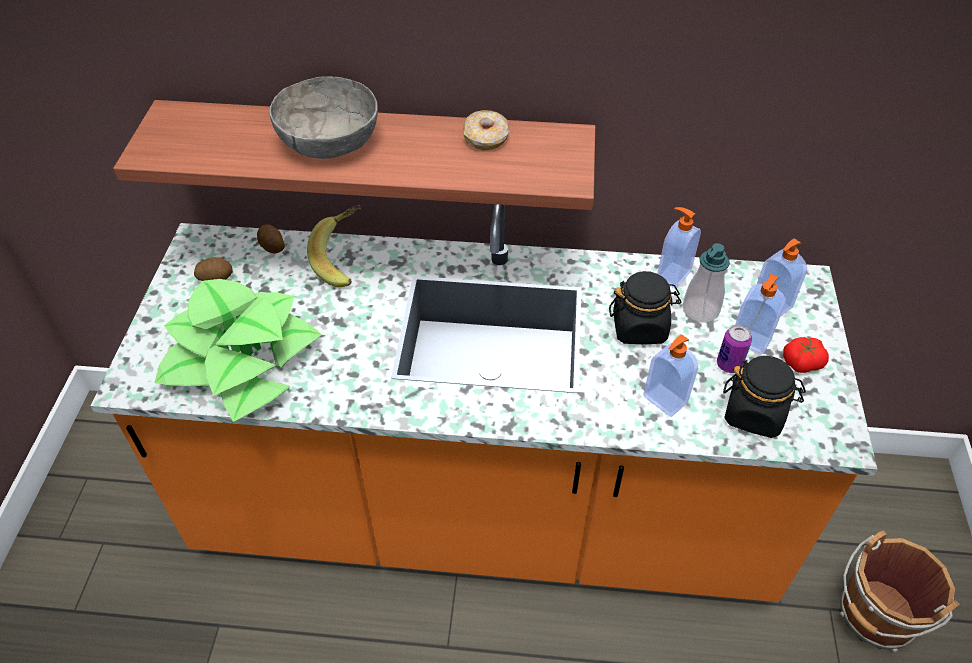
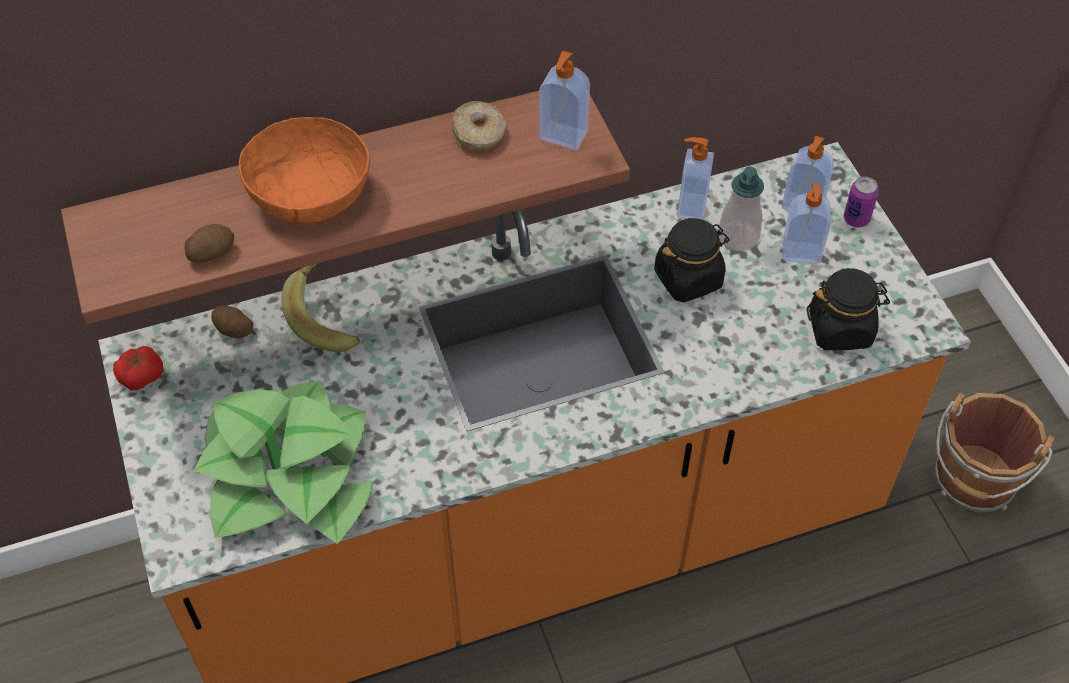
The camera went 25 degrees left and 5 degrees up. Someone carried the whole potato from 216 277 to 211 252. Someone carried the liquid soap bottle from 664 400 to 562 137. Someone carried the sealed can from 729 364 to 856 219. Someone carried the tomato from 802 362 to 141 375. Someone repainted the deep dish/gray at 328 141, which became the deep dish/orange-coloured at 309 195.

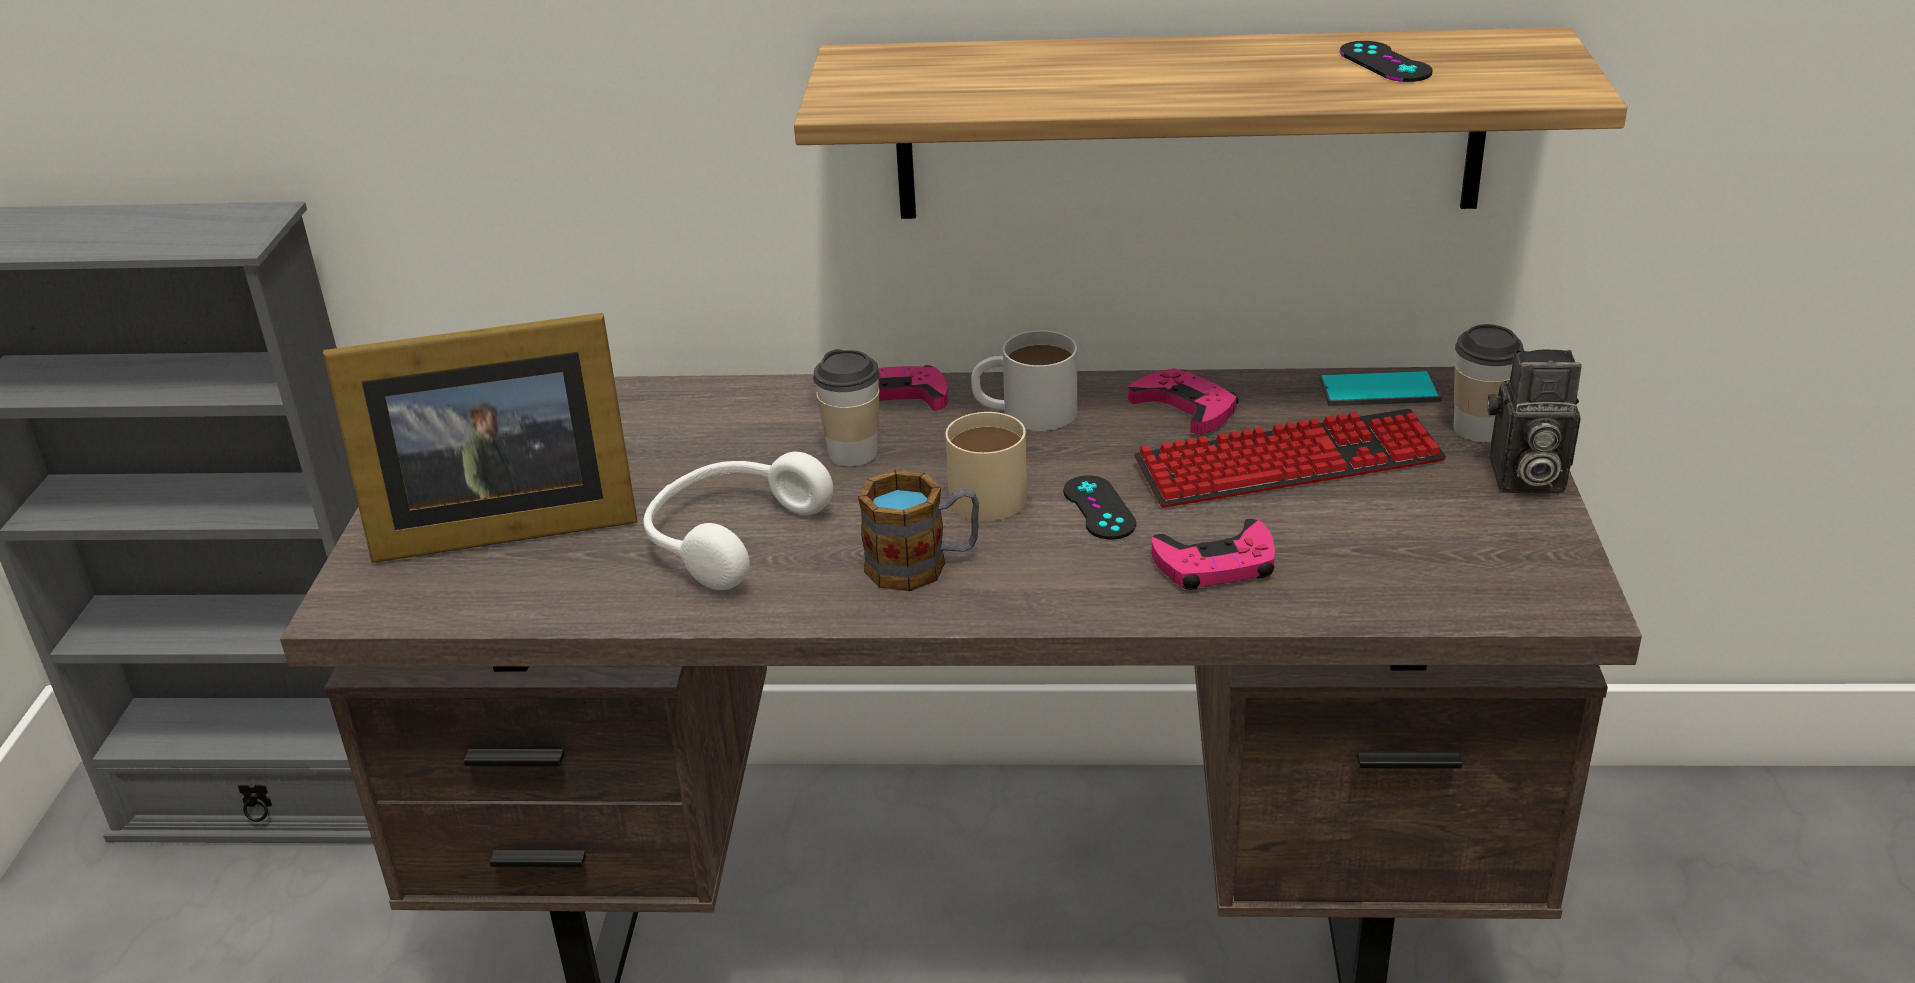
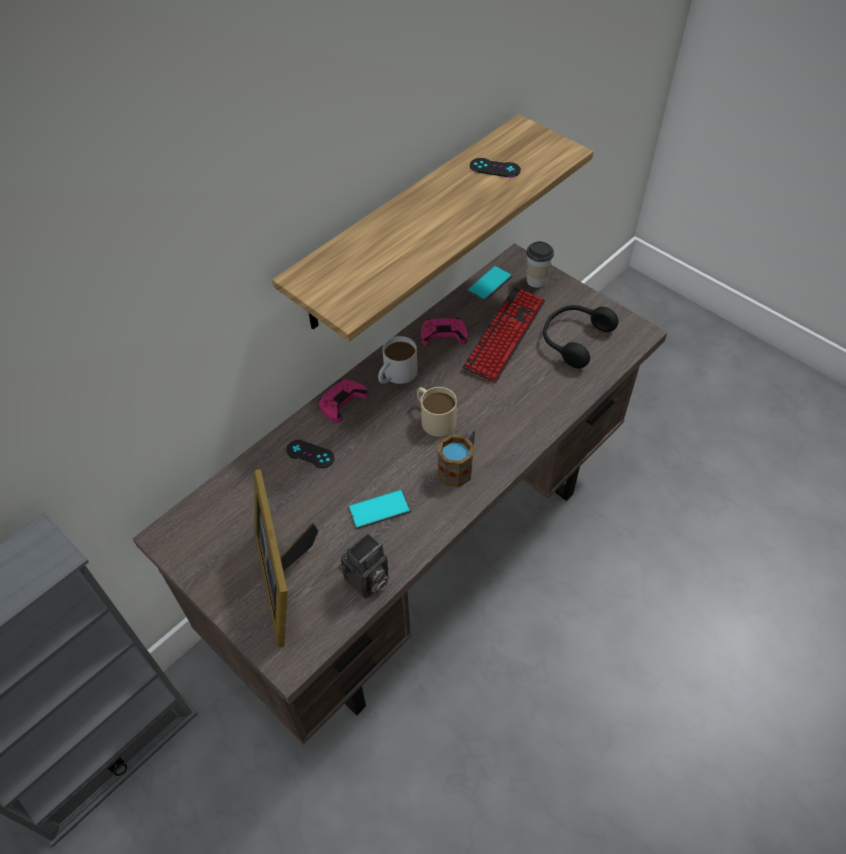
The camera went 50 degrees left and 20 degrees up. Someone took away the drinking cup at 853 453. Someone took away the gamepad/pink-coloured at 1216 565. Someone put down the pair of headphones/black at 573 339. Someone carried the gamepad/black from 1099 508 to 310 454. Someone carried the photo camera from 1523 479 to 367 582. Someone swapped the pair of headphones/white-coloured at 729 536 for the telephone at 379 509. Someone rotated the picture frame at 497 524 by 135 degrees clockwise.

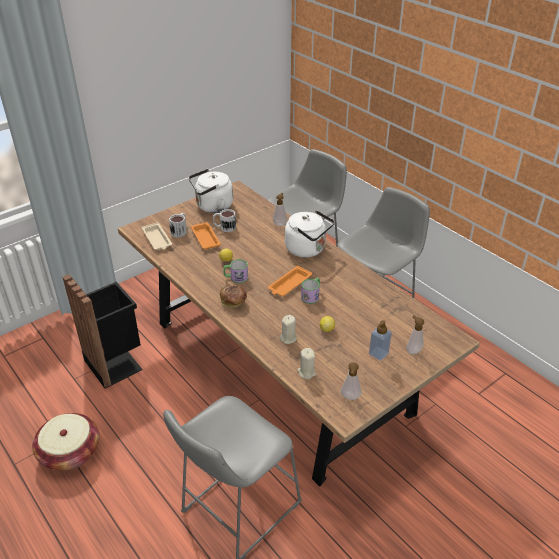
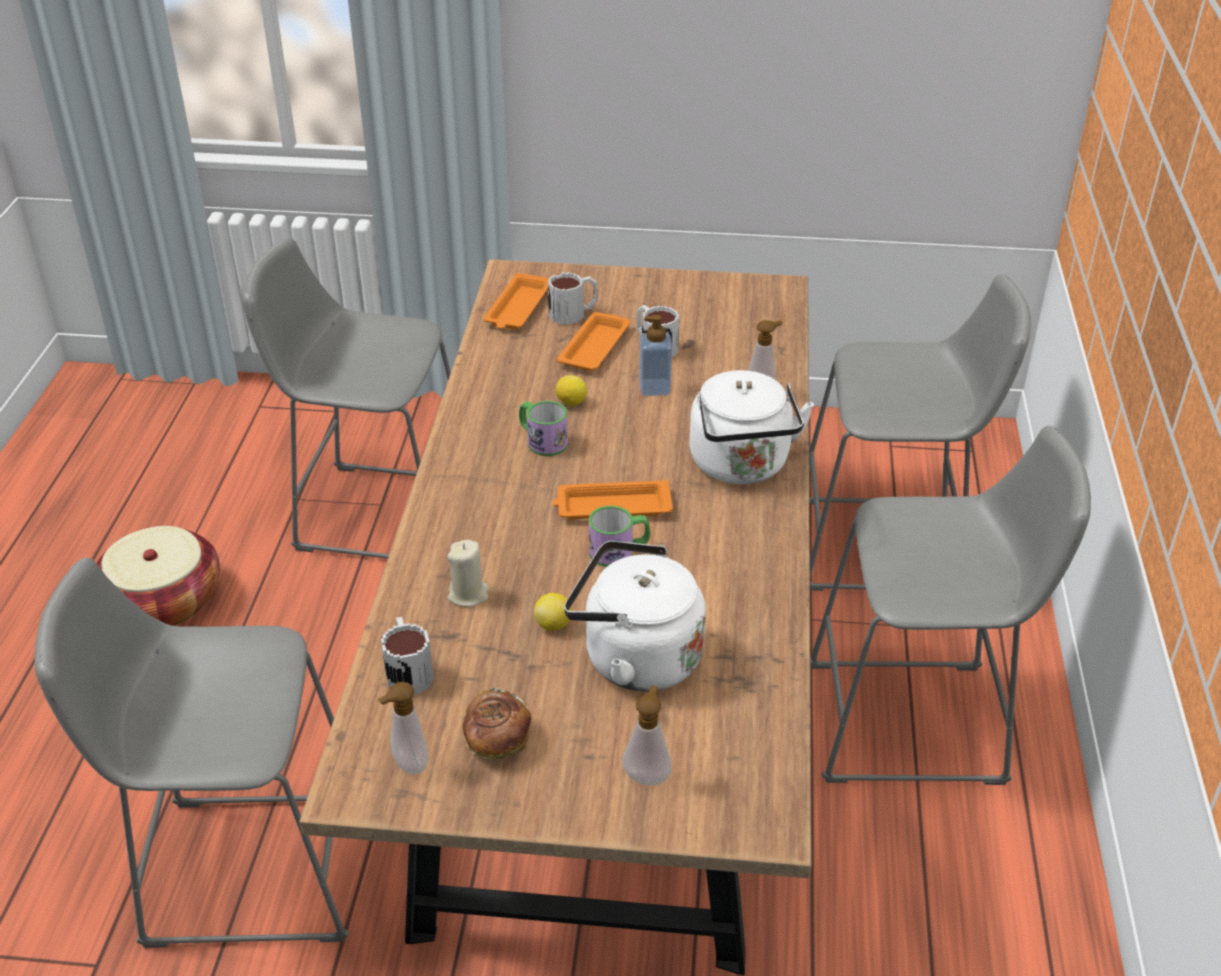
The camera went 45 degrees right and 0 degrees up. Someone carried the kettle/white-coloured from 212 207 to 635 658. Someone carried the bakery bread from 233 302 to 497 740. Someone carried the liquid soap bottle from 378 354 to 655 388. Someone swapped the trash can/black at 115 363 for the stool seat/gray at 377 513. Someone swapped the wax light/beige at 306 372 for the mug at 408 670. Someone repainted the carrying tray/beige at 157 239, which became the carrying tray/orange-coloured at 518 308.

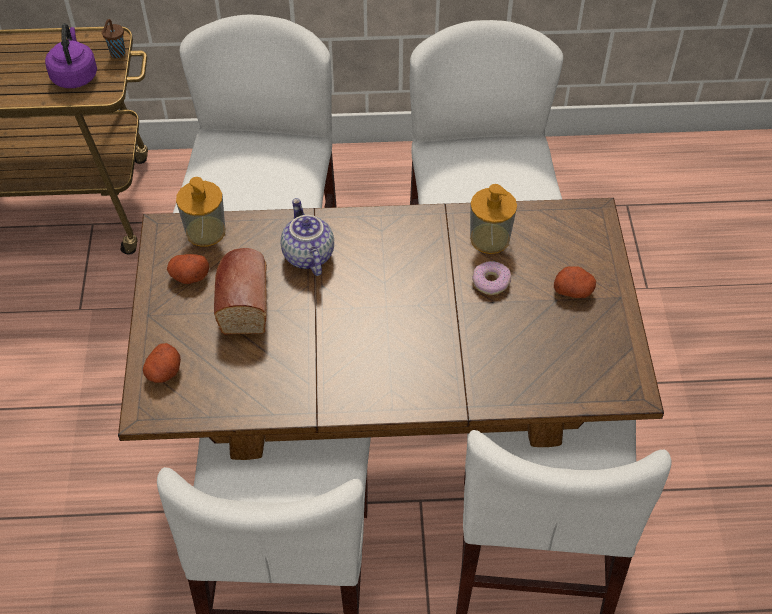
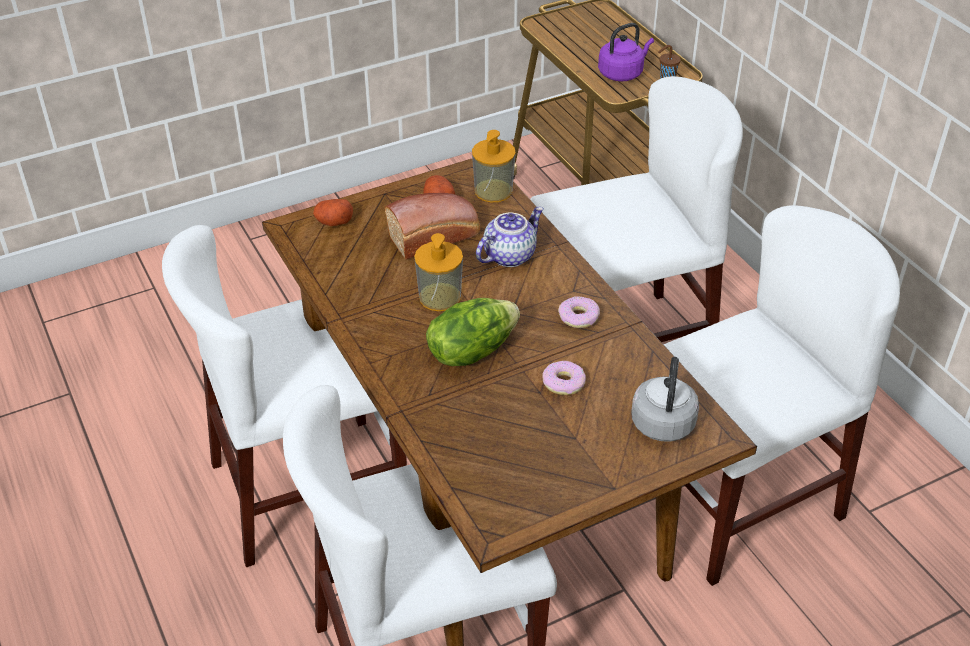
The camera went 65 degrees right and 10 degrees down. Someone took away the whole potato at 573 290. Someone put down the lettuce head at 471 350. Someone put down the donut at 579 317. Someone put down the kettle/gray at 663 421. Someone carried the liquid soap bottle from 490 238 to 440 297.

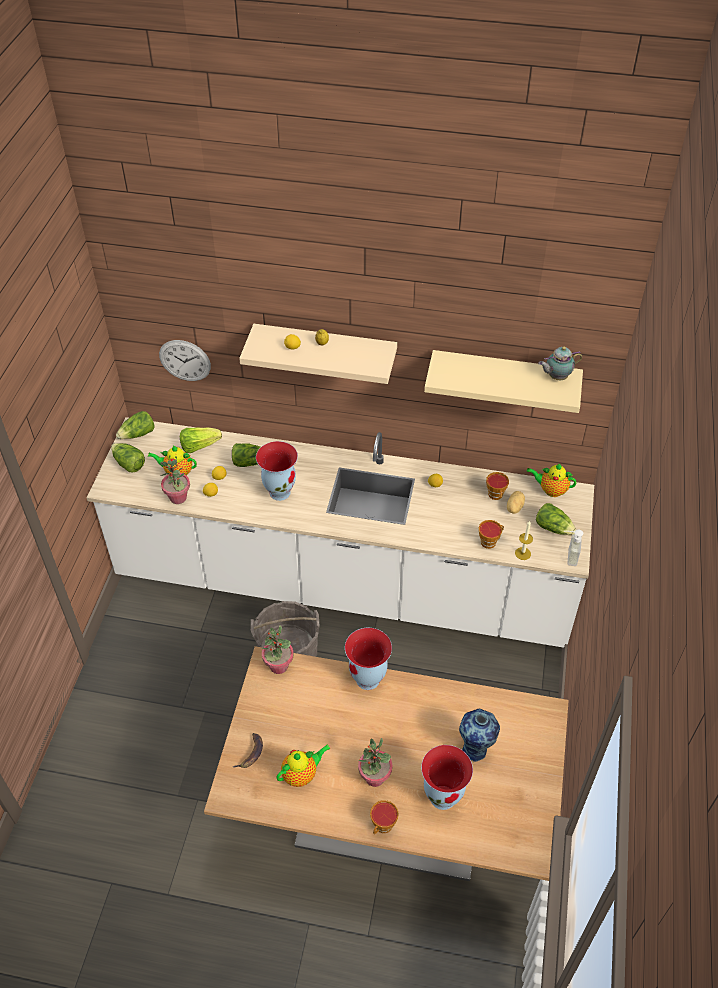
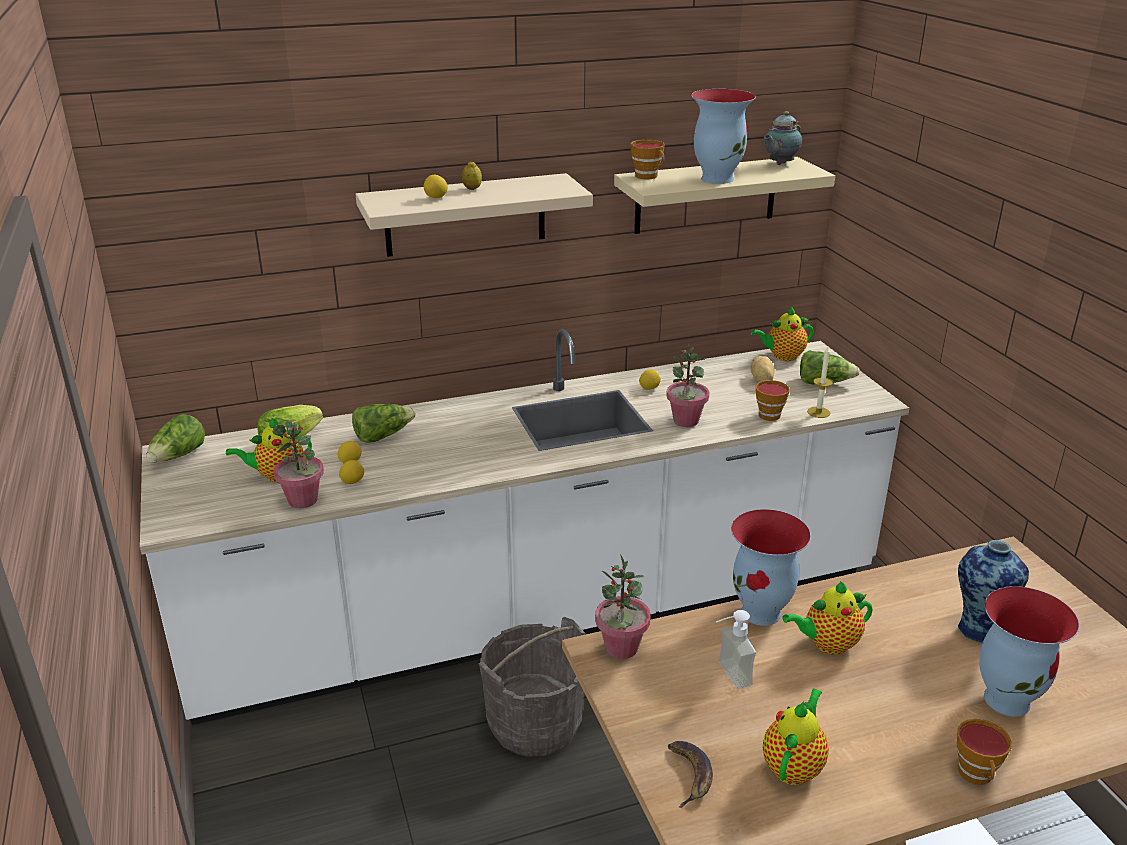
The camera went 30 degrees left and 20 degrees down. Someone took away the lettuce head at 128 464. Someone took away the wall clock at 185 360. Someone put down the tea pot at 827 644. Someone carried the vase from 280 492 to 716 178. Someone carried the potted plant from 374 777 to 685 421. Someone carried the drinking cup from 496 496 to 648 176. Someone carried the liquid soap bottle from 567 556 to 726 676.

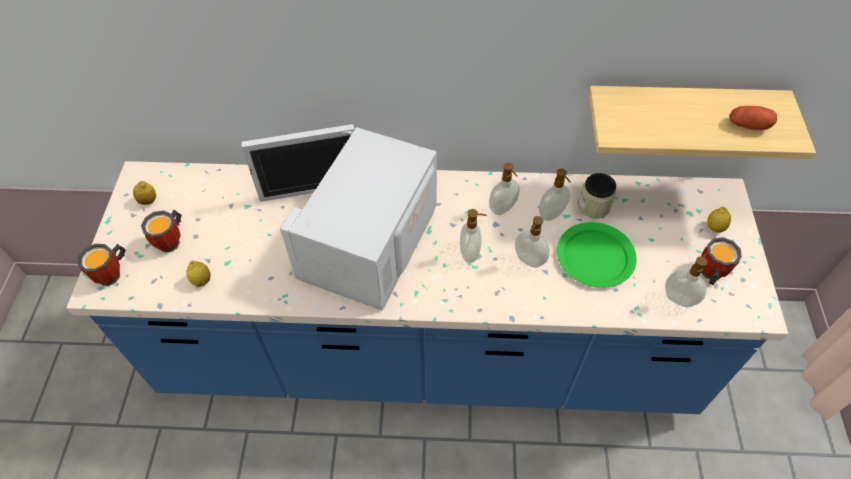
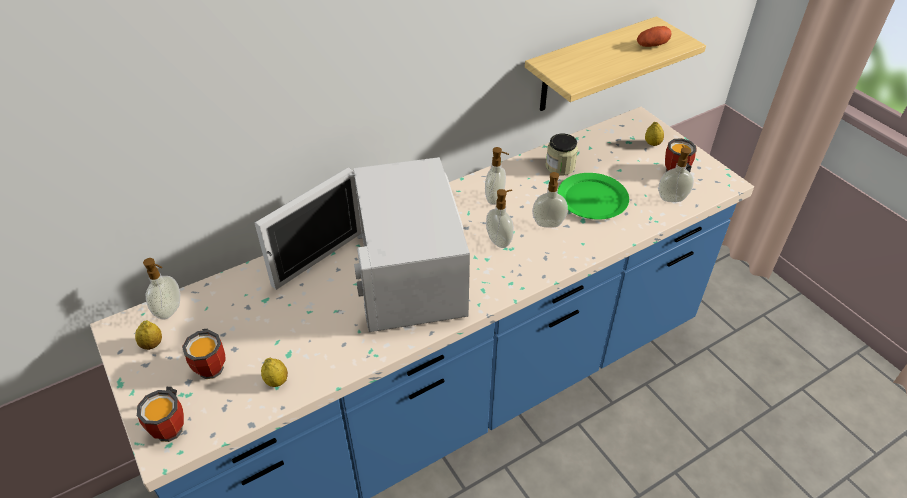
The camera went 35 degrees left and 10 degrees down. Someone carried the liquid soap bottle from 552 214 to 170 311.

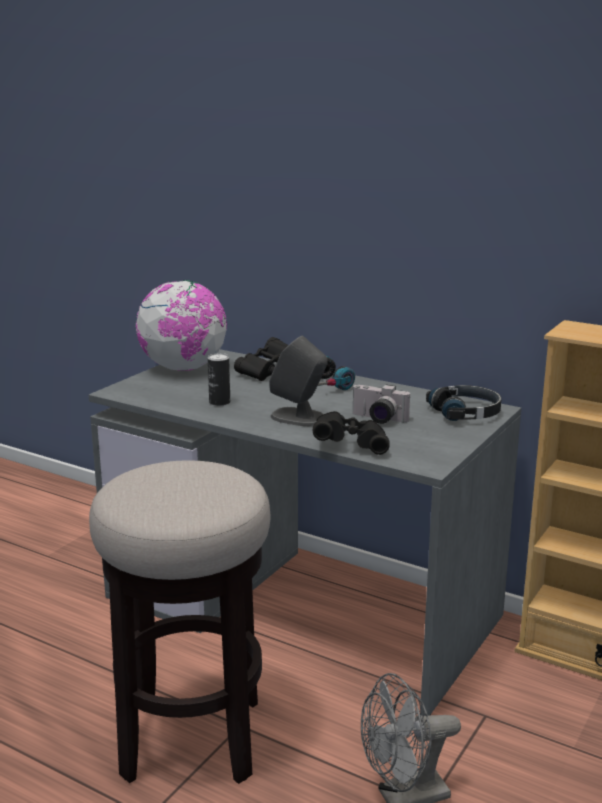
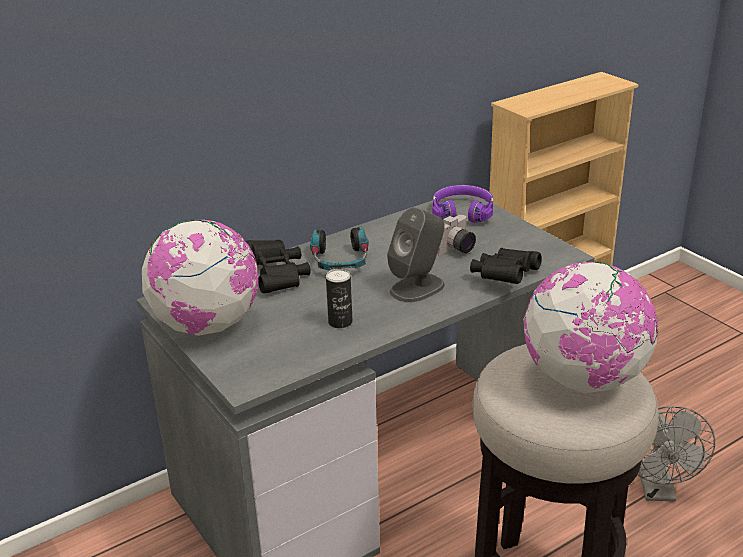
The camera went 65 degrees left and 10 degrees up. Someone put down the desk globe at 584 379. Someone repainted the pair of headphones/black at 466 412, which became the pair of headphones/purplish at 462 212.

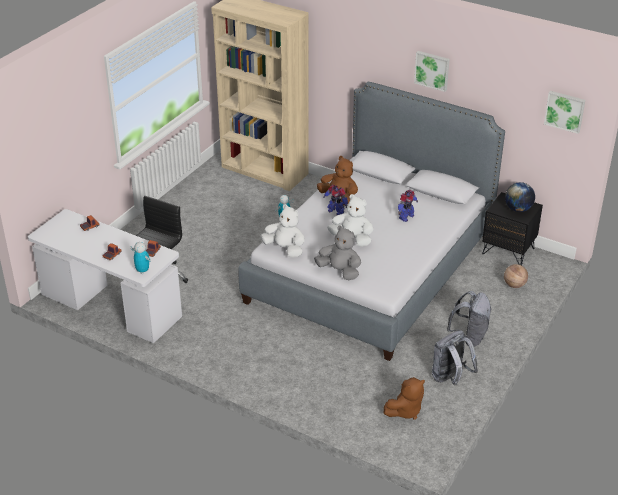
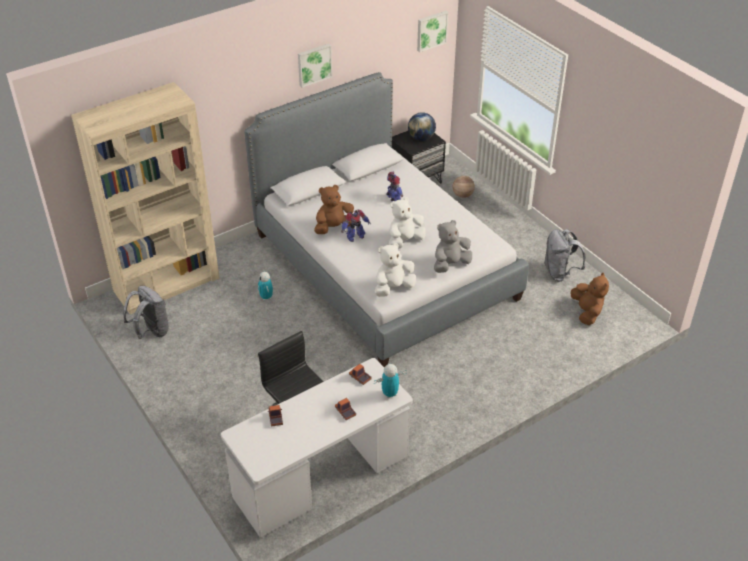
The camera went 65 degrees left and 5 degrees up. Someone carried the knapsack/gray from 469 337 to 151 331.

